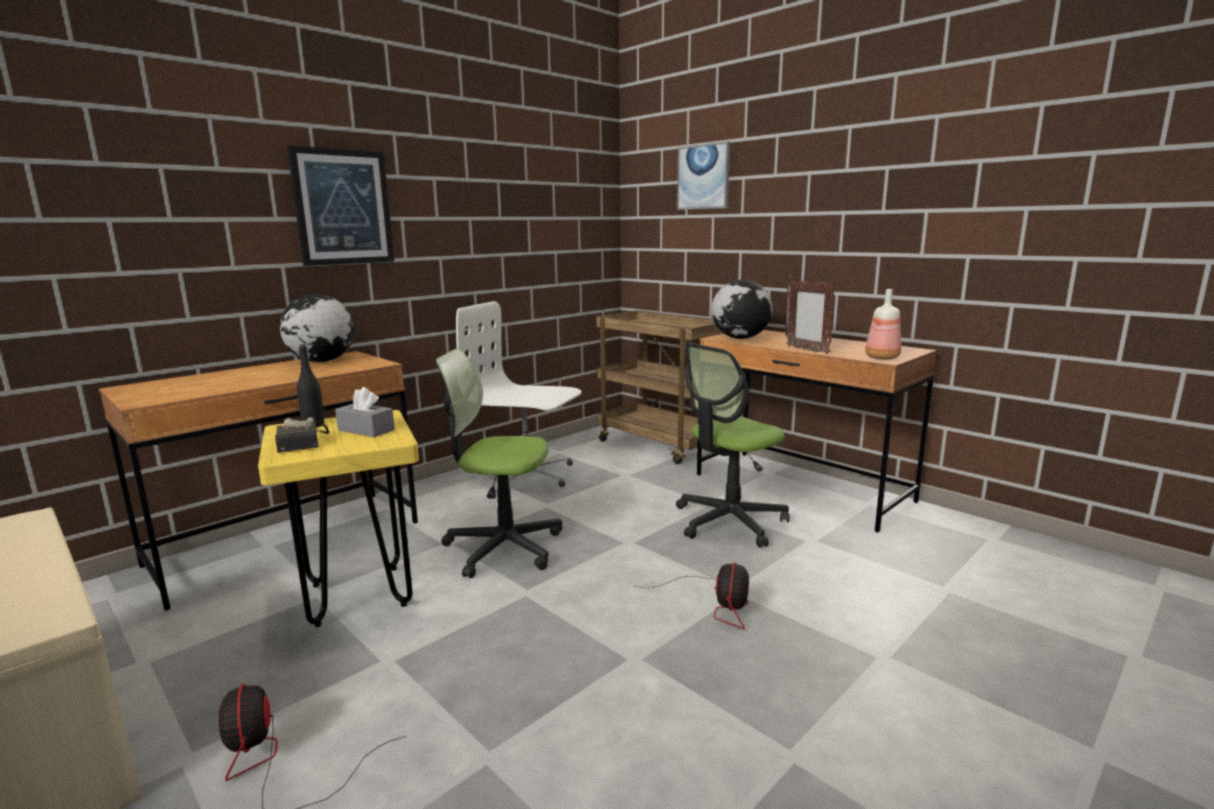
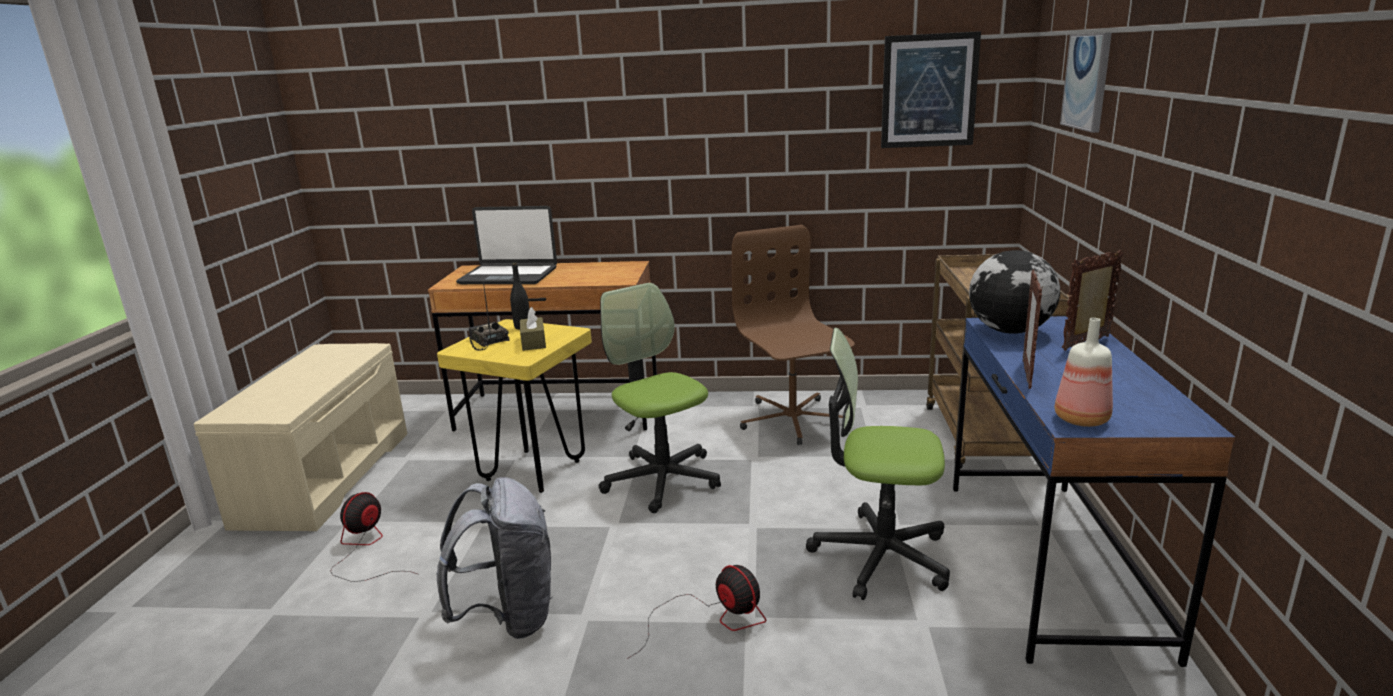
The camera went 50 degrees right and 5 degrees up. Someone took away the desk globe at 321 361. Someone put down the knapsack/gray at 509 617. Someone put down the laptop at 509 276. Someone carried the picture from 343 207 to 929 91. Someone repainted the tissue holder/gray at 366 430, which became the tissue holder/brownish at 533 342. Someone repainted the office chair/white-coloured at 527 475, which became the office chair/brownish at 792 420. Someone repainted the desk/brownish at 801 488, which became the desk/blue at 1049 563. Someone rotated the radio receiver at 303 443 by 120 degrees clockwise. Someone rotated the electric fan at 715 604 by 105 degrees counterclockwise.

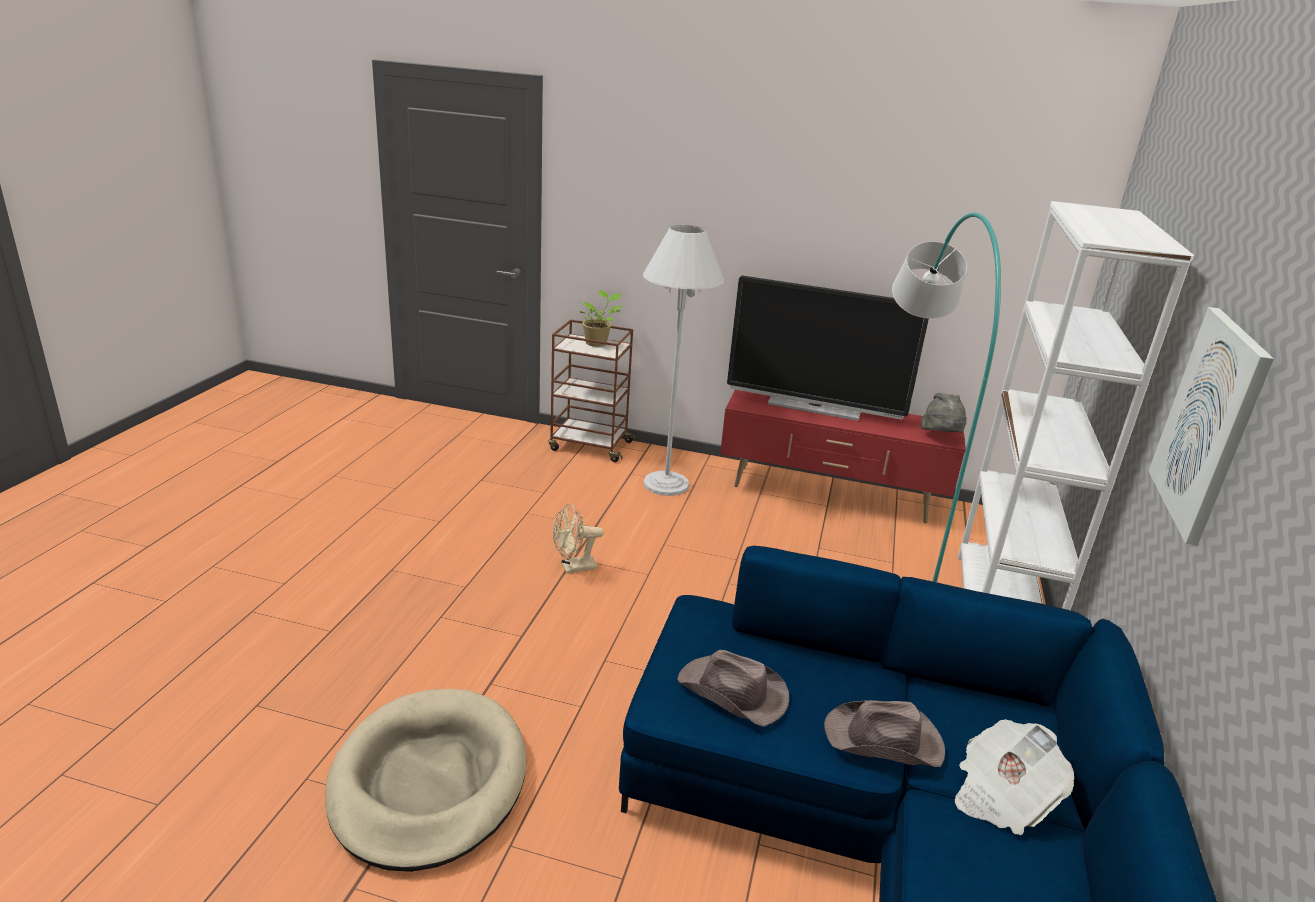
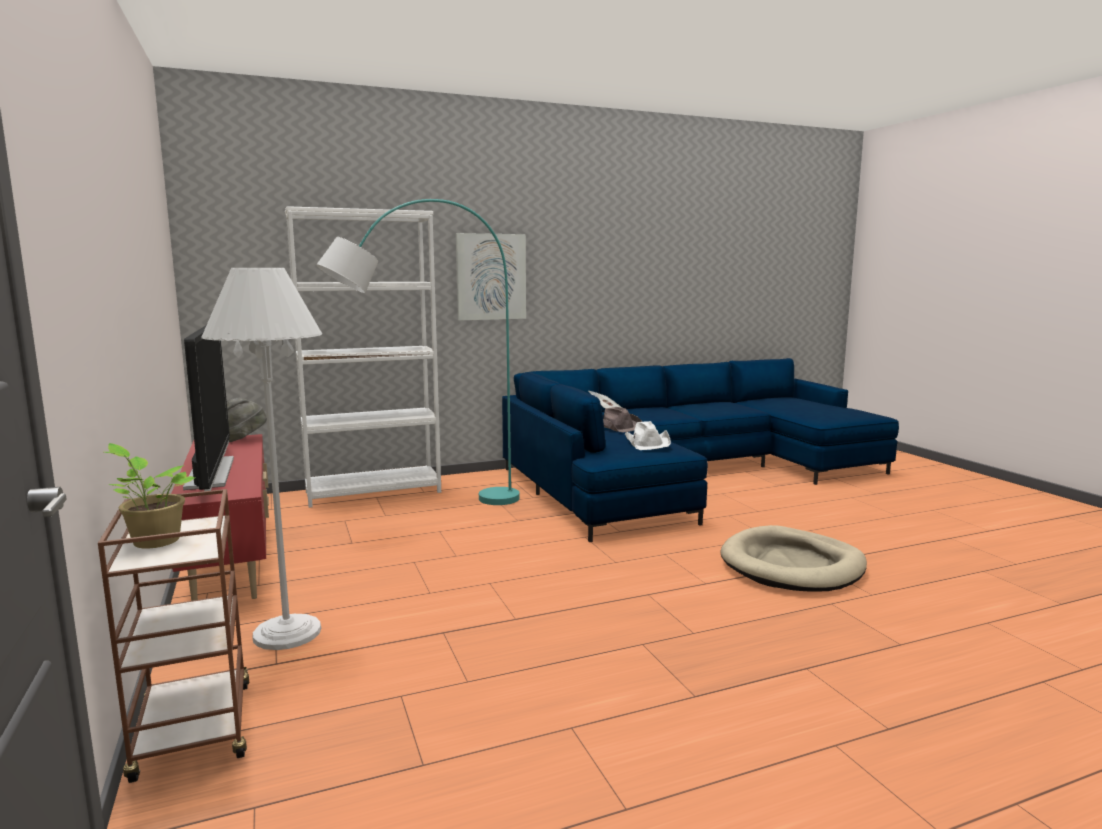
The camera went 125 degrees left and 15 degrees down. Someone took away the electric fan/beige at 573 568. Someone repainted the clothing hat/brownish at 733 693, which became the clothing hat/white-coloured at 648 443.

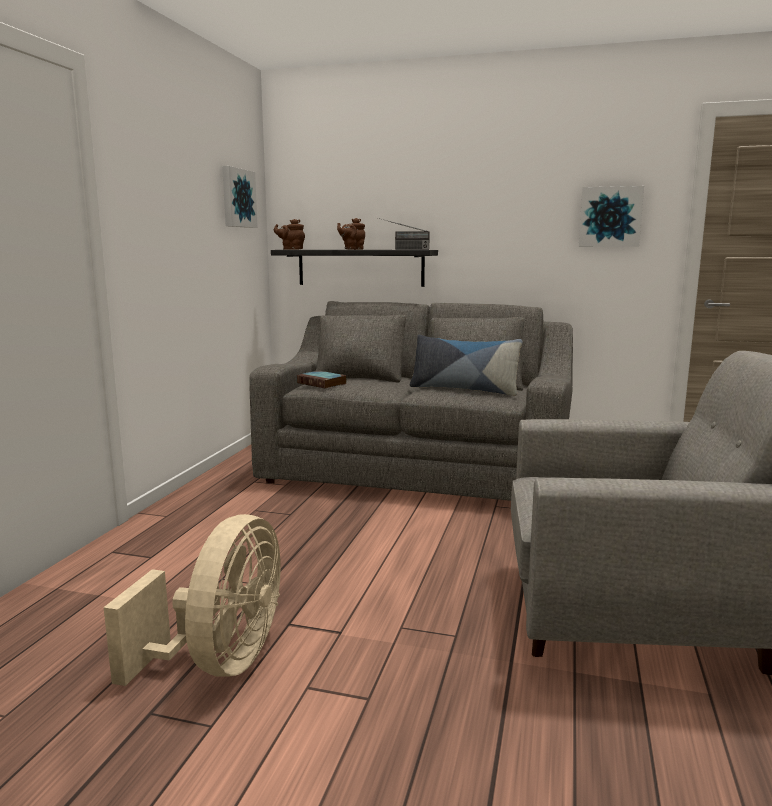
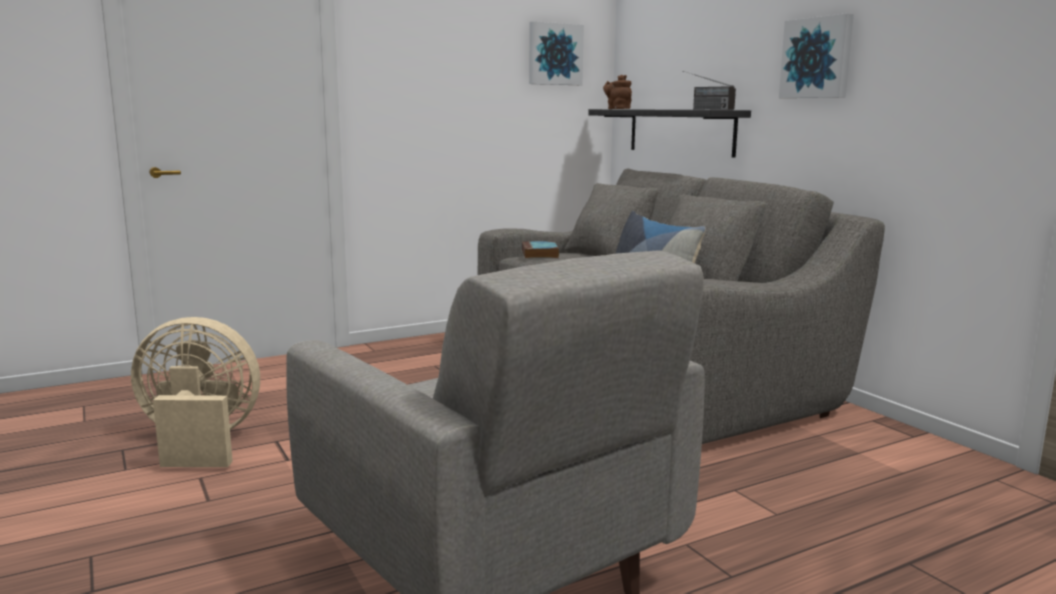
The camera went 45 degrees right and 0 degrees up. Someone took away the tea pot/brownish at 352 249. Someone carried the picture from 610 217 to 817 58. Someone rotated the electric fan/beige at 220 662 by 150 degrees counterclockwise.

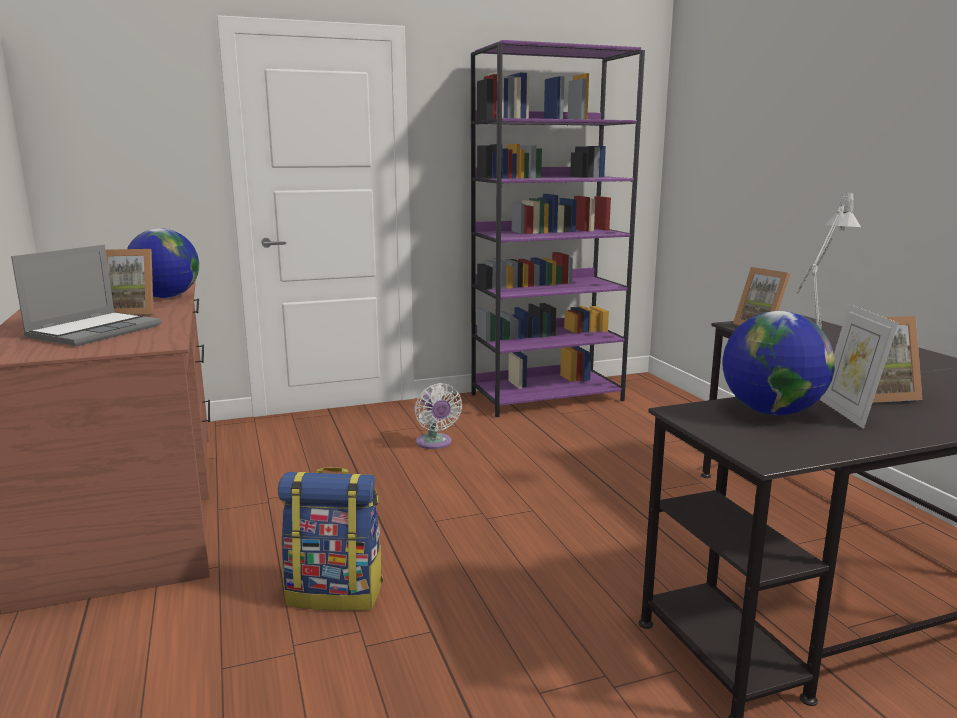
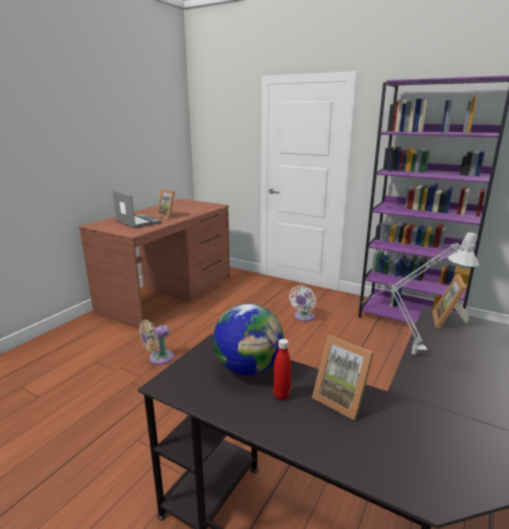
The camera went 50 degrees right and 5 degrees up. Someone took away the desk globe at 166 297. Someone swapped the knapsack at 336 593 for the electric fan/beige at 158 358. Someone swapped the picture frame at 849 413 for the drink bottle/reddish at 281 395. Someone rotated the laptop at 95 331 by 120 degrees counterclockwise.

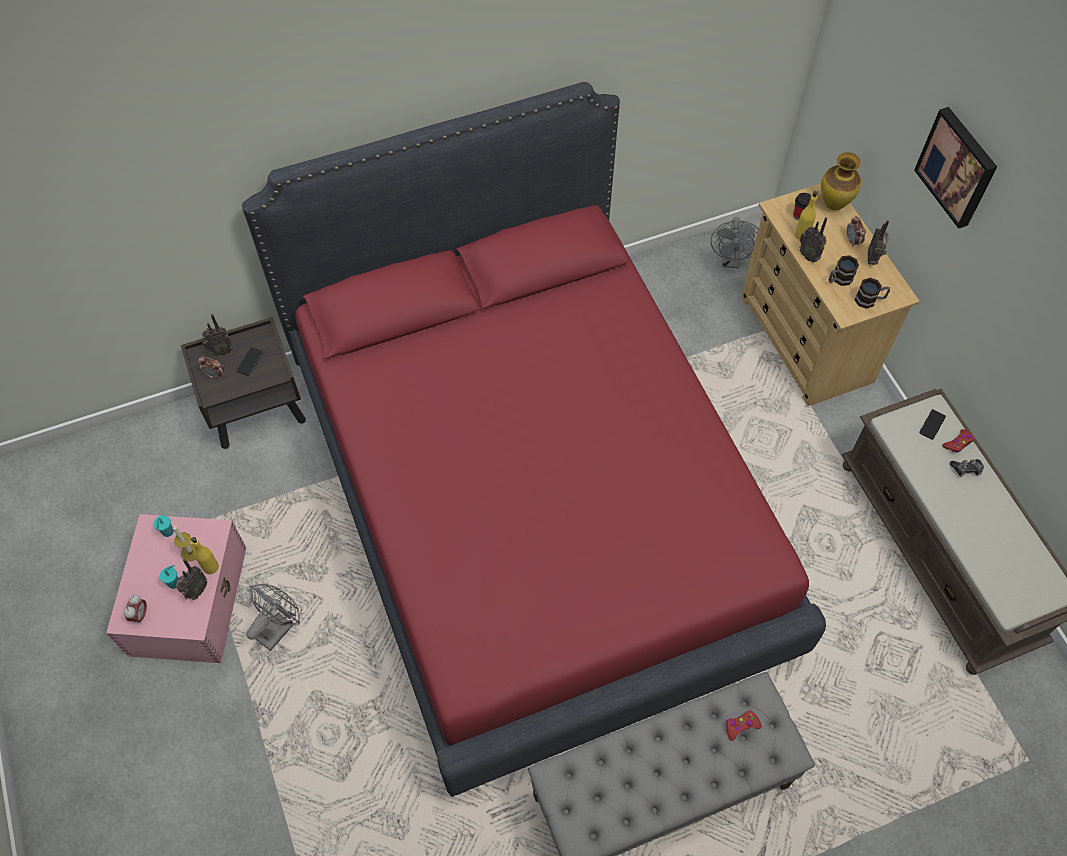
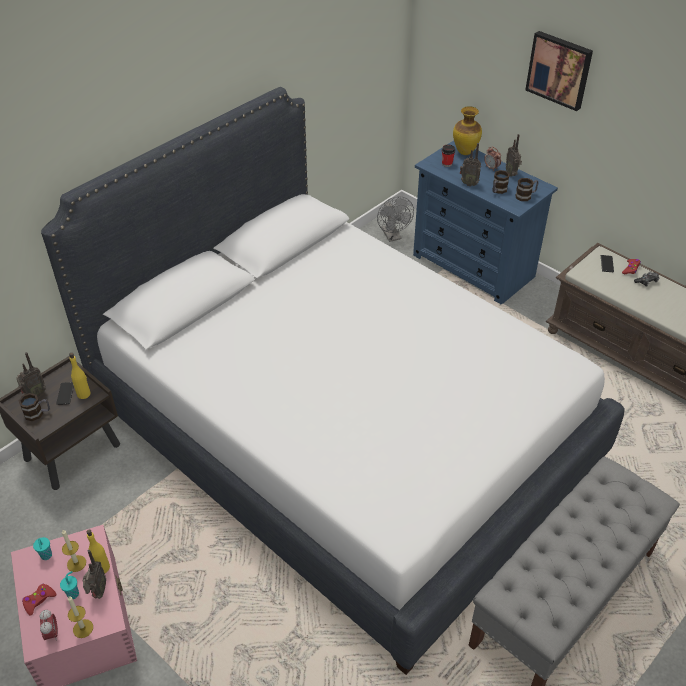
The camera went 25 degrees left and 15 degrees down. Someone took away the electric fan/gray at 279 627. Someone put down the wax light at 83 628. Someone carried the gamepad/reddish from 741 726 to 39 600. Someone carried the drink bottle/yellow from 802 235 to 84 394. Someone swapped the bedside clock at 215 375 for the mug at 38 413. Someone repainted the bedroom bed/reddish at 533 503, which became the bedroom bed/white-coloured at 342 435. Someone repainted the chest of drawers/beige at 806 339, which became the chest of drawers/blue at 473 266.

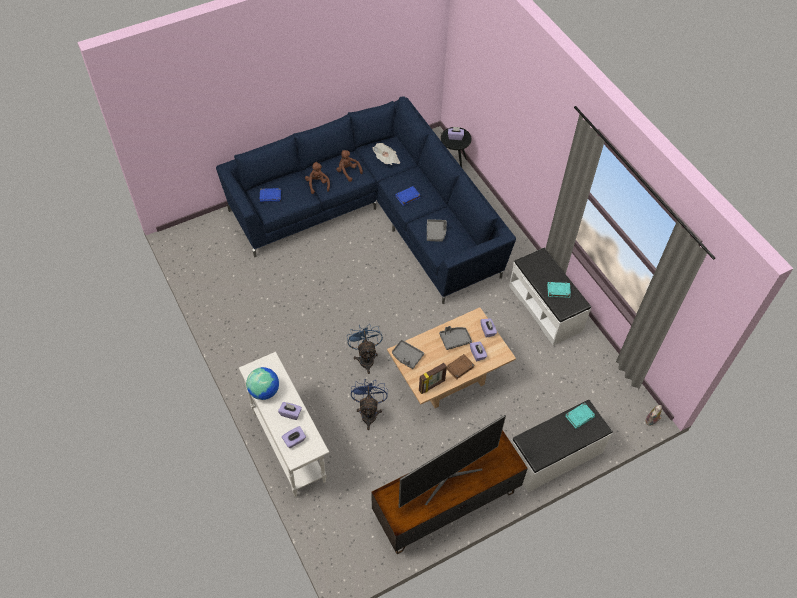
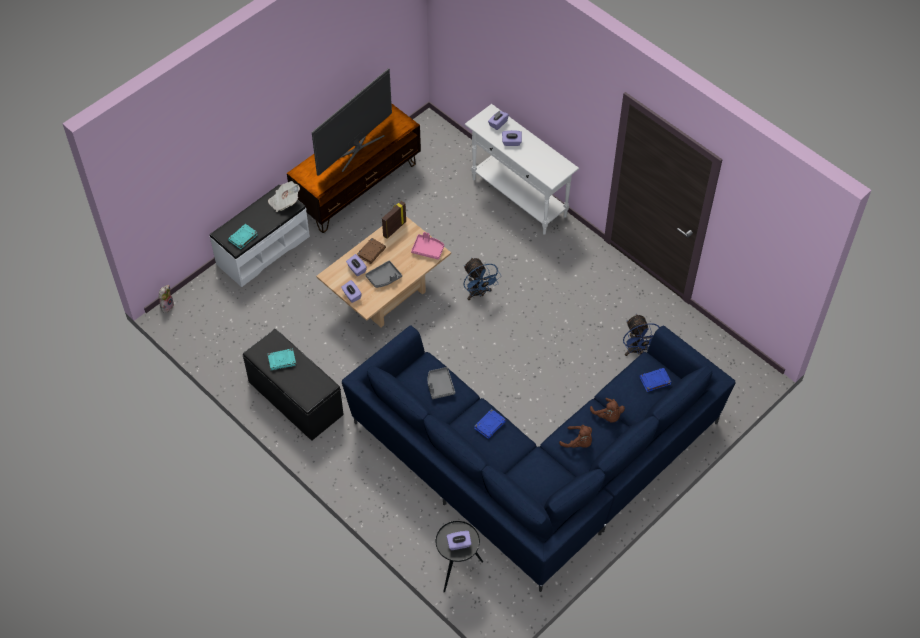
The camera went 165 degrees right and 0 degrees up. Someone took away the desk globe at 264 391. Someone carried the electric fan/blue from 369 412 to 637 350. Someone carried the daily paper from 386 159 to 284 202. Someone repainted the carrying tray/gray at 407 356, which became the carrying tray/pink-coloured at 428 249. Someone repainted the indoor bench/white-coloured at 545 308, which became the indoor bench/black at 295 398.

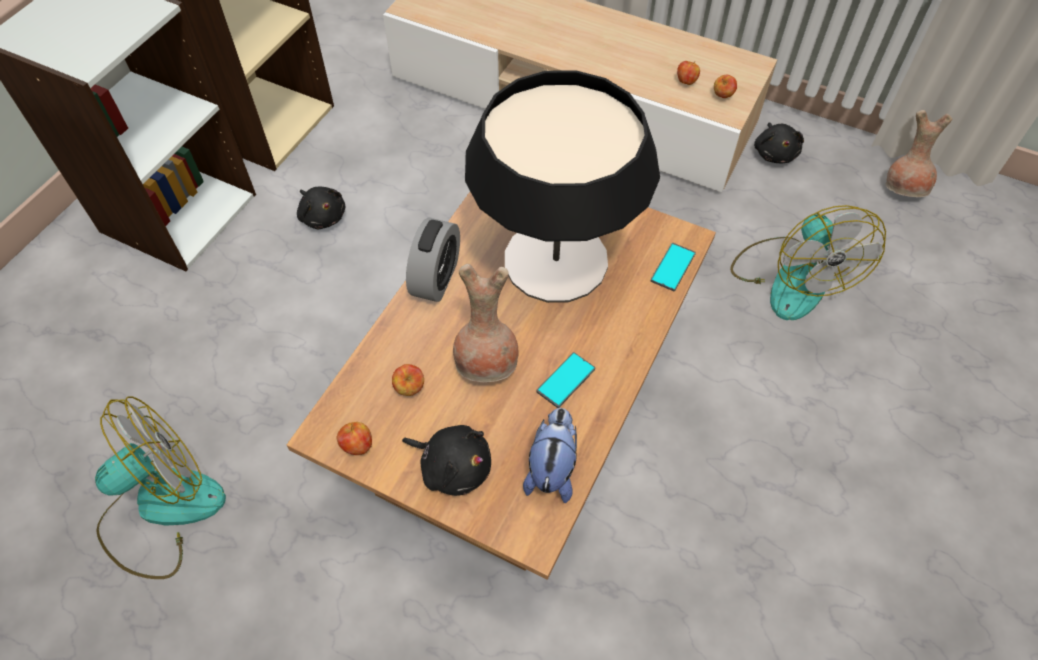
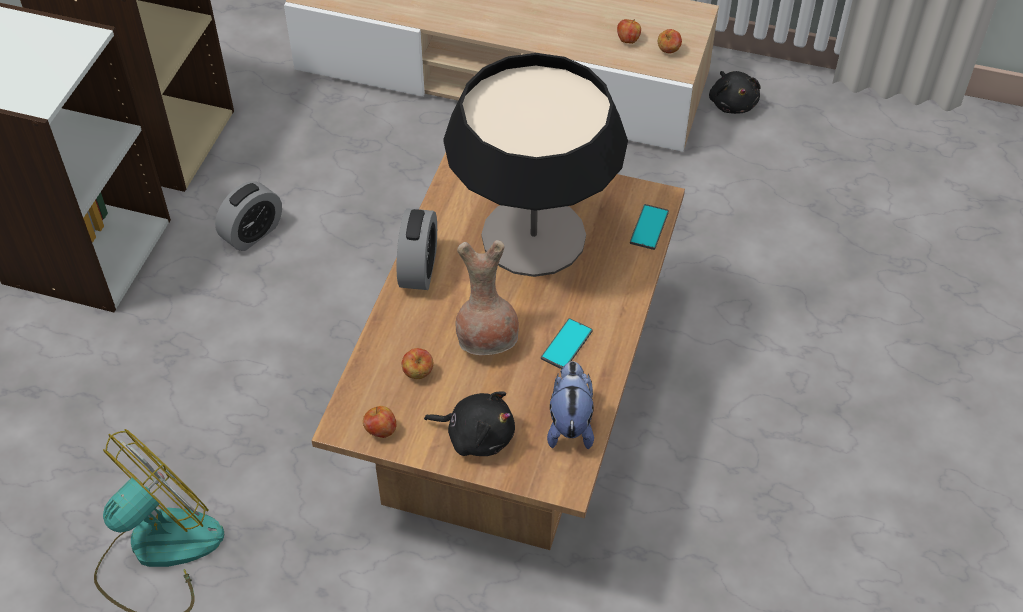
The camera went 10 degrees left and 5 degrees down. Someone took away the electric fan at 791 277. Someone took away the vase/brownish at 905 188. Someone swapped the plush toy/black at 322 216 for the bedside clock at 252 233.

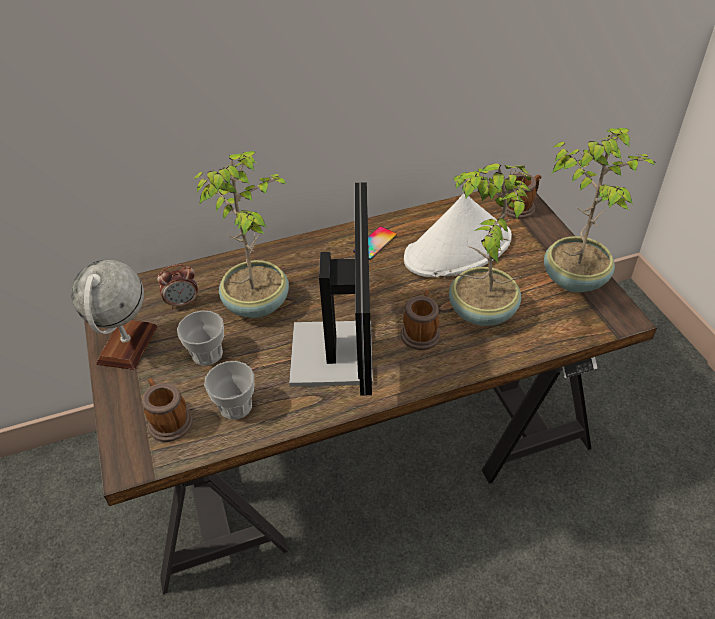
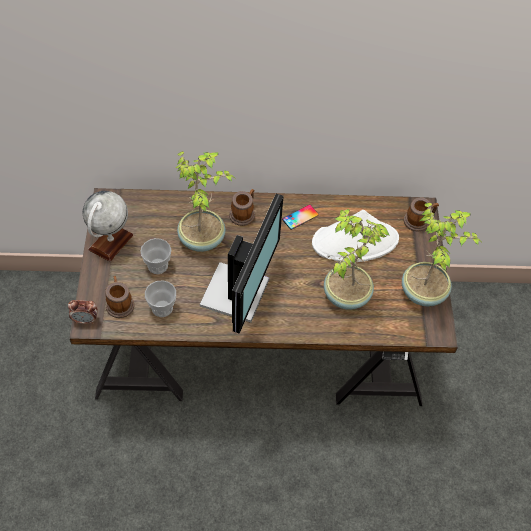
The camera went 15 degrees right and 10 degrees up. Someone carried the bedside clock from 183 302 to 85 320. Someone carried the mug from 421 332 to 243 213.

